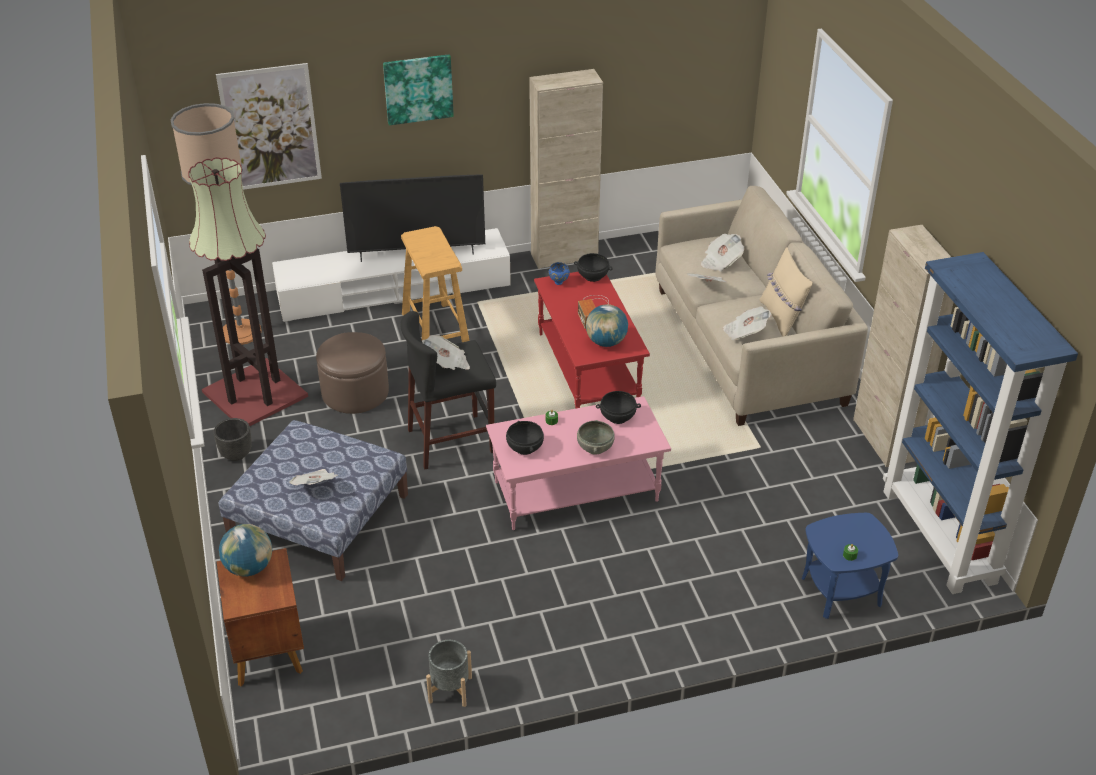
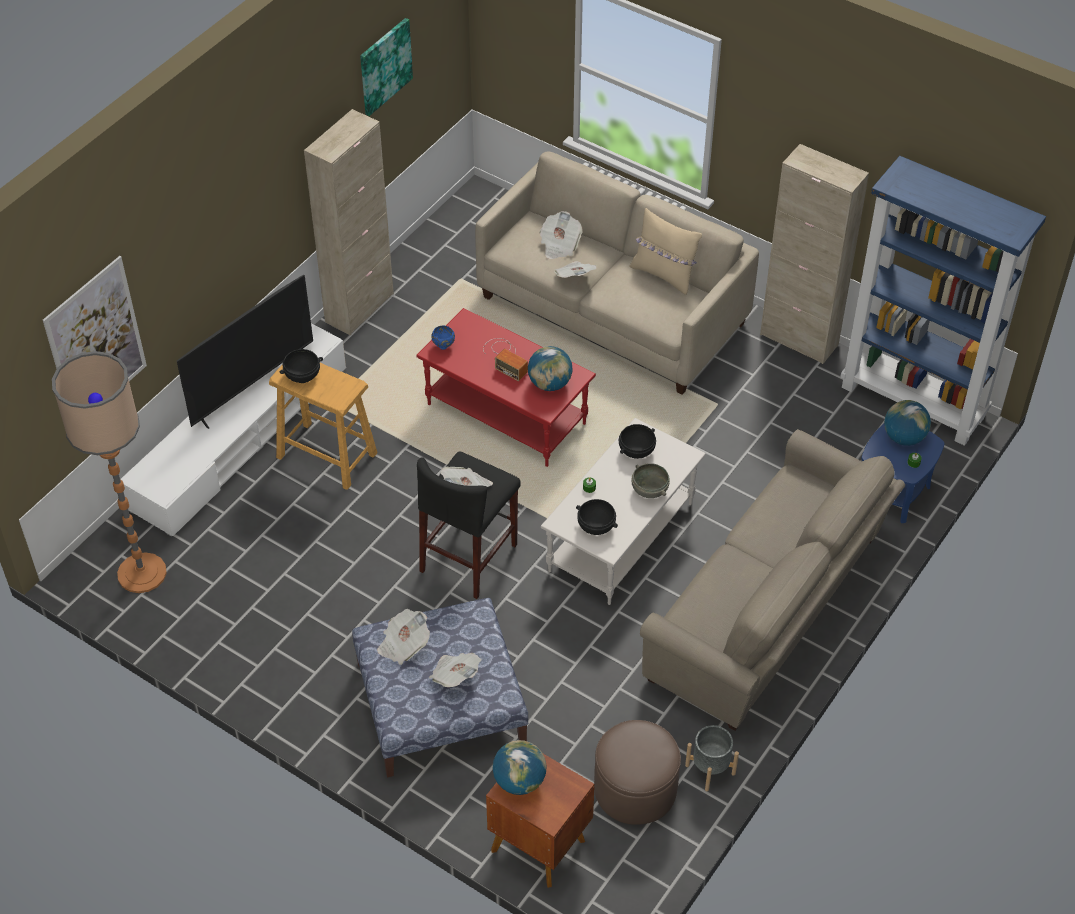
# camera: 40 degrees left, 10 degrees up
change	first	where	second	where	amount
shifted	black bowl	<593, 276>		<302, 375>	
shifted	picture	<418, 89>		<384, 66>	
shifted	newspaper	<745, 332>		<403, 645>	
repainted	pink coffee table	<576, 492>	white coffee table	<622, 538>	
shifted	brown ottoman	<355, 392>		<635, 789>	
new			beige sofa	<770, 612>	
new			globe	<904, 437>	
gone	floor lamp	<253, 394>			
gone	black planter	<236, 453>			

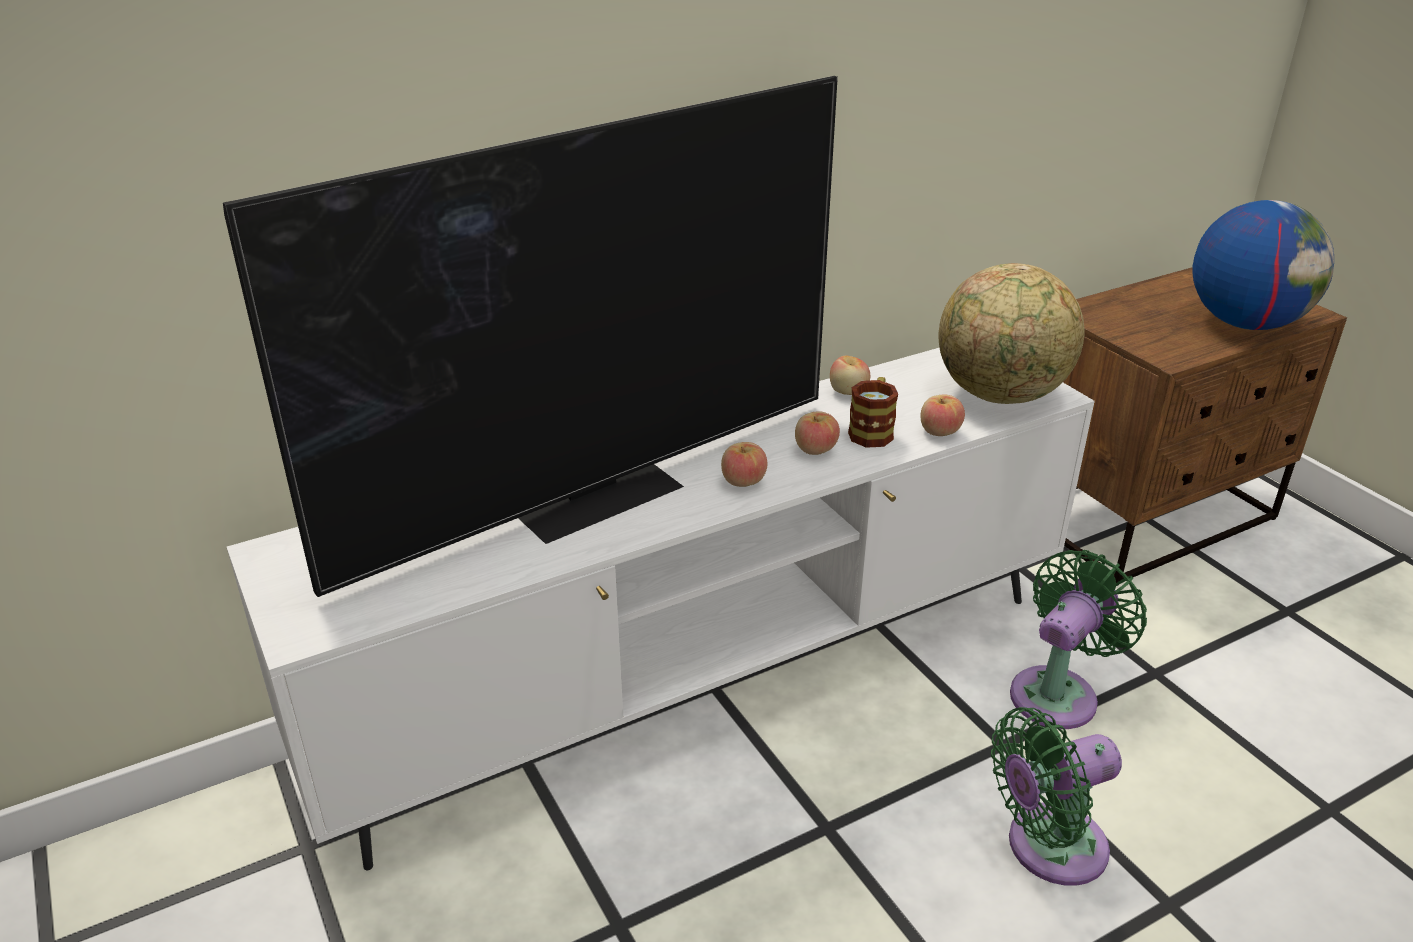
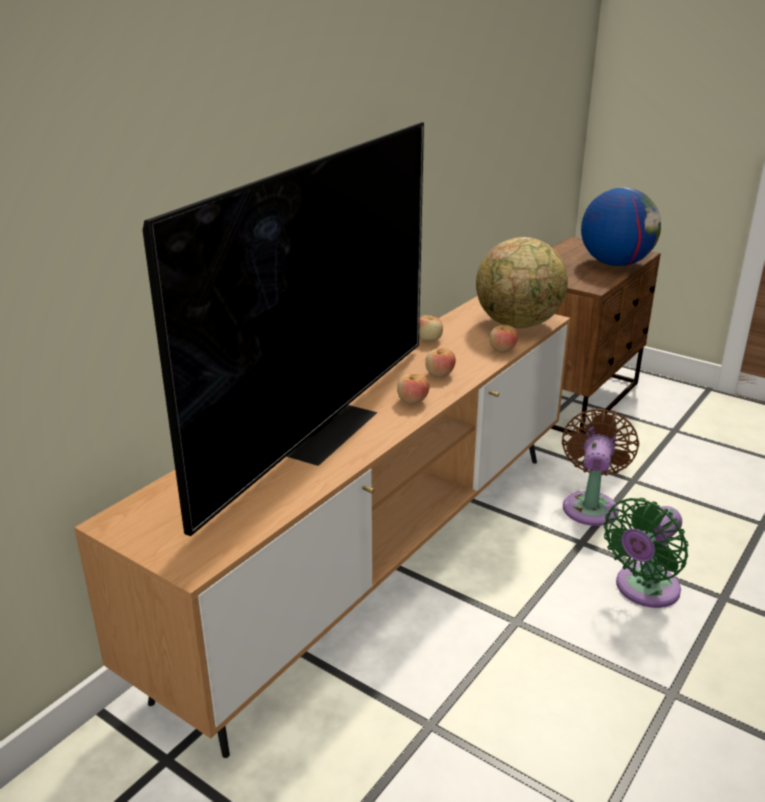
# camera: 25 degrees left, 5 degrees down
change	first	where	second	where	amount
repainted	white tv stand	<704, 682>	brown tv stand	<380, 561>	
repainted	green fan	<1058, 693>	brown fan	<591, 505>	
gone	mug	<872, 430>			

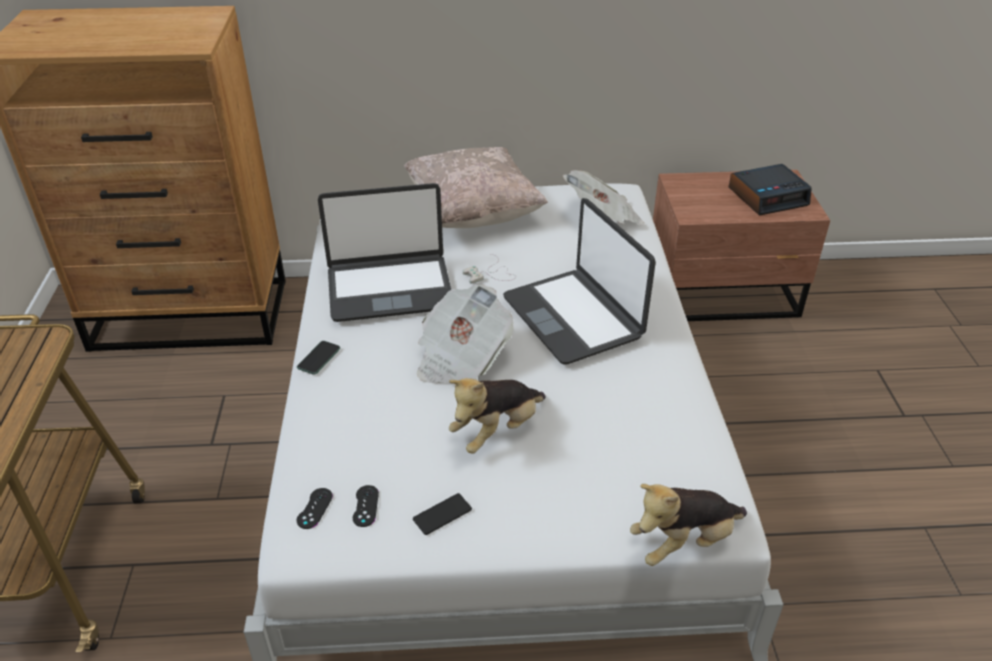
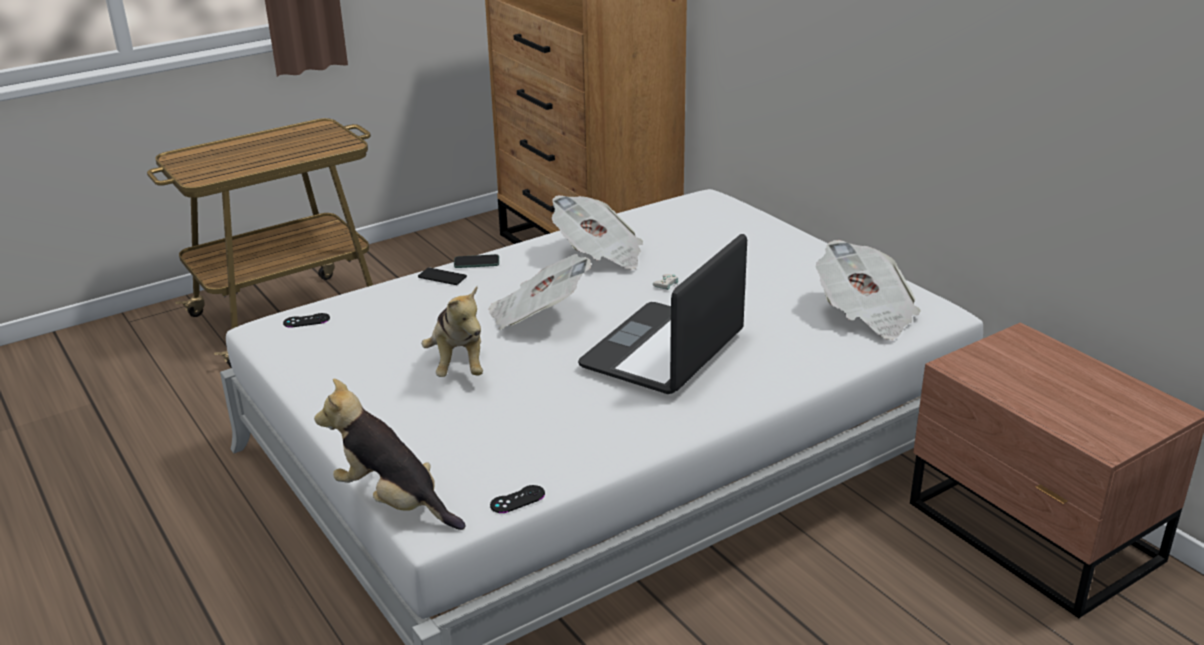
# camera: 60 degrees right, 10 degrees down
change	first	where	second	where	amount
shifted	phone	<442, 514>		<442, 277>	
rotated	plush toy	<497, 431>		<459, 364>	120 degrees counterclockwise
shifted	black game controller	<365, 506>		<517, 499>	
swapped	laptop	<389, 288>	newspaper	<599, 255>	
gone	beige pillow	<473, 213>			
gone	alarm clock	<768, 196>			

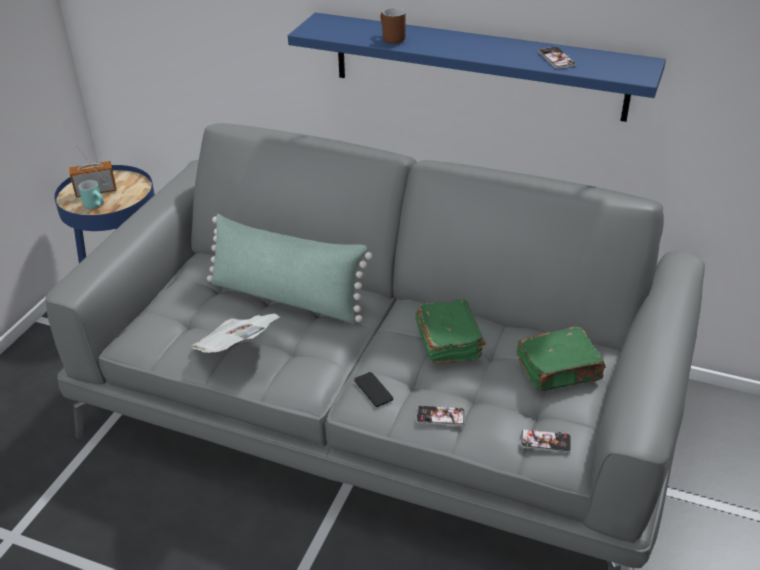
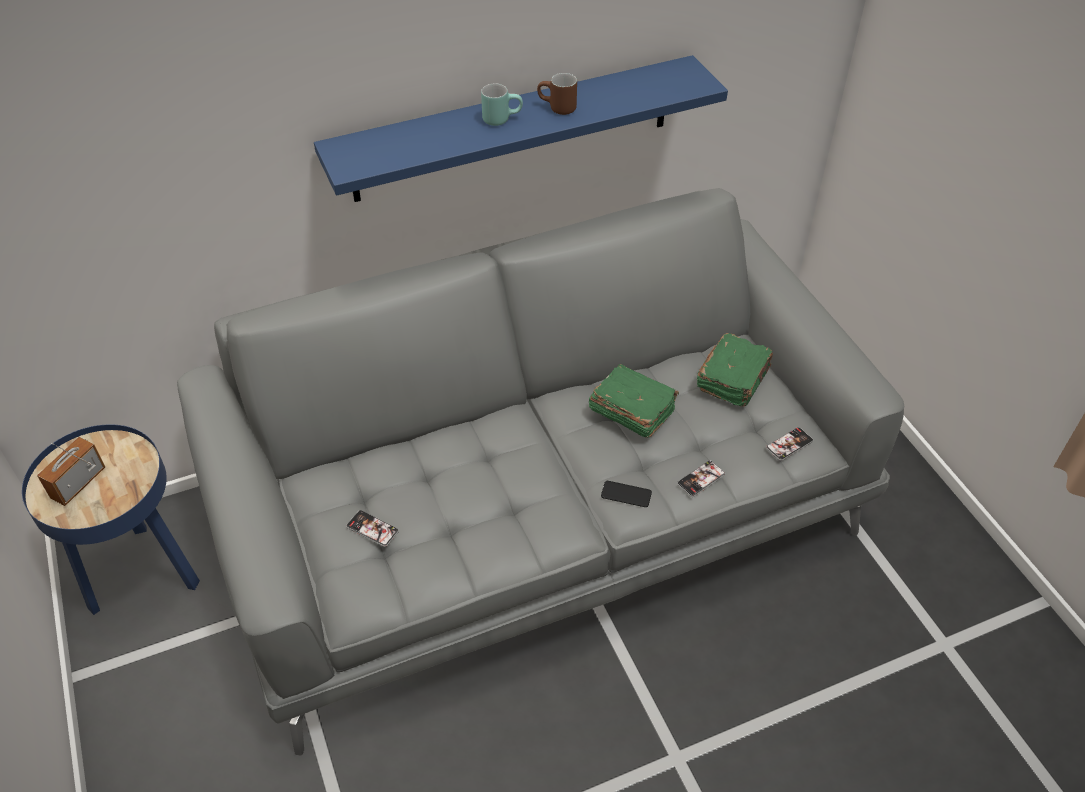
# camera: 45 degrees left, 10 degrees up
change	first	where	second	where	amount
shifted	phone	<556, 59>		<372, 529>	
shifted	turquoise mug	<97, 206>		<501, 118>	
shifted	brown mug	<389, 38>		<556, 109>	
gone	newspaper	<238, 349>			
gone	green pillow	<286, 298>			

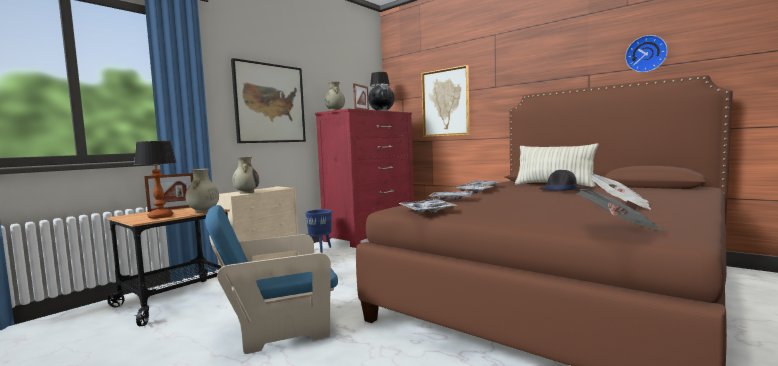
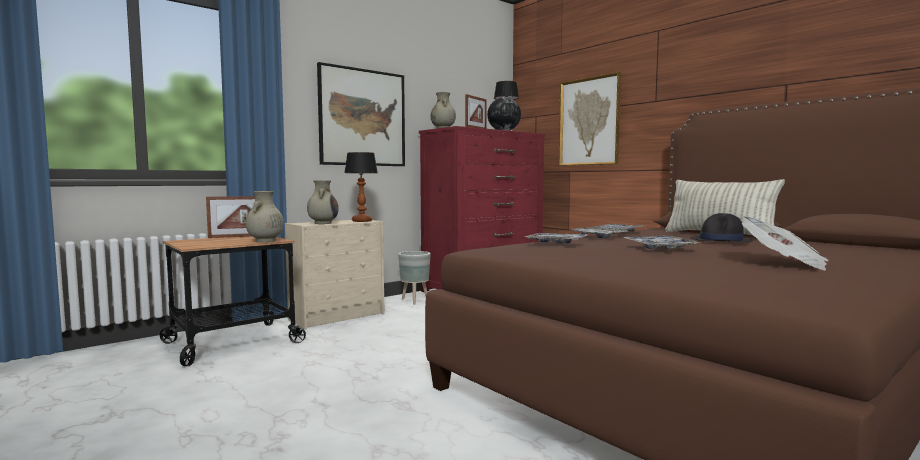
# camera: 10 degrees right, 0 degrees up
change	first	where	second	where	amount
shifted	table lamp	<161, 216>		<362, 221>	
repainted	blue planter	<321, 249>	grey planter	<415, 301>	
shifted	tray	<427, 211>		<659, 248>	
gone	blue armchair	<277, 329>			
gone	newspaper	<619, 230>			
gone	wall clock	<646, 54>			

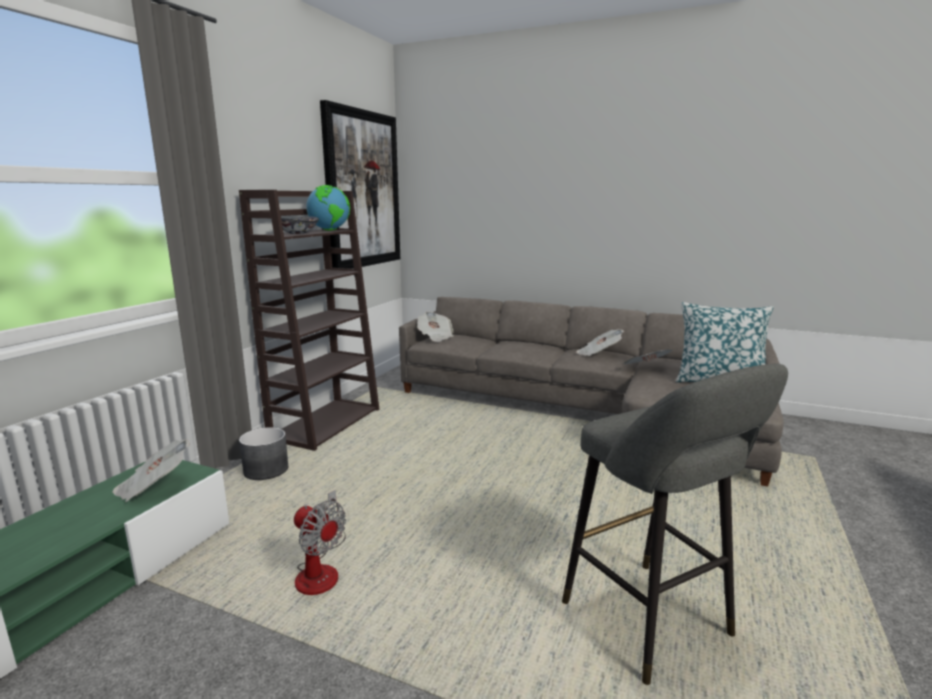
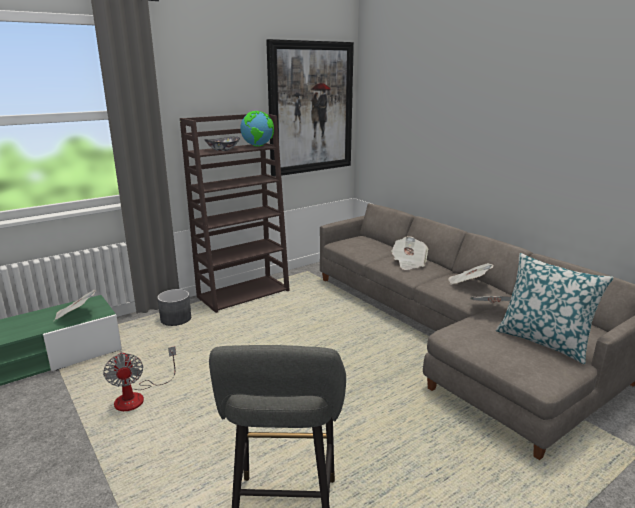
# camera: 30 degrees right, 5 degrees up
change	first	where	second	where	amount
shifted	newspaper	<435, 337>		<408, 263>	

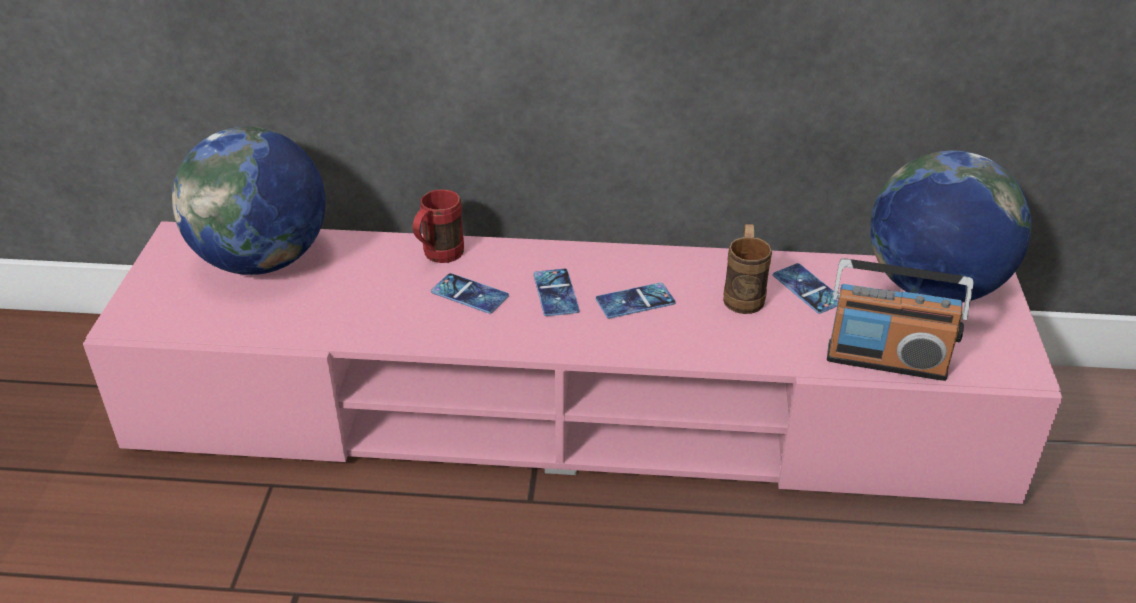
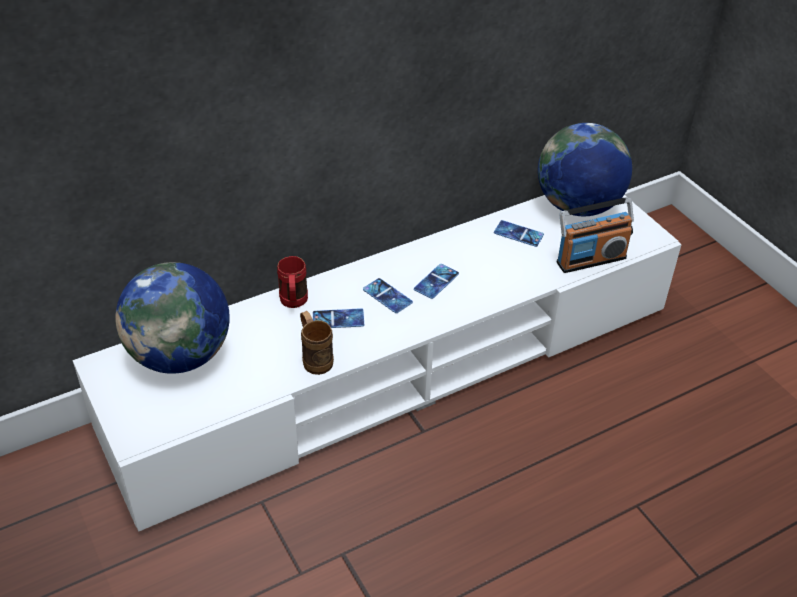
# camera: 35 degrees left, 5 degrees up
change	first	where	second	where	amount
repainted	pink tv stand	<570, 411>	white tv stand	<398, 367>	
shifted	brown mug	<743, 294>		<315, 358>	

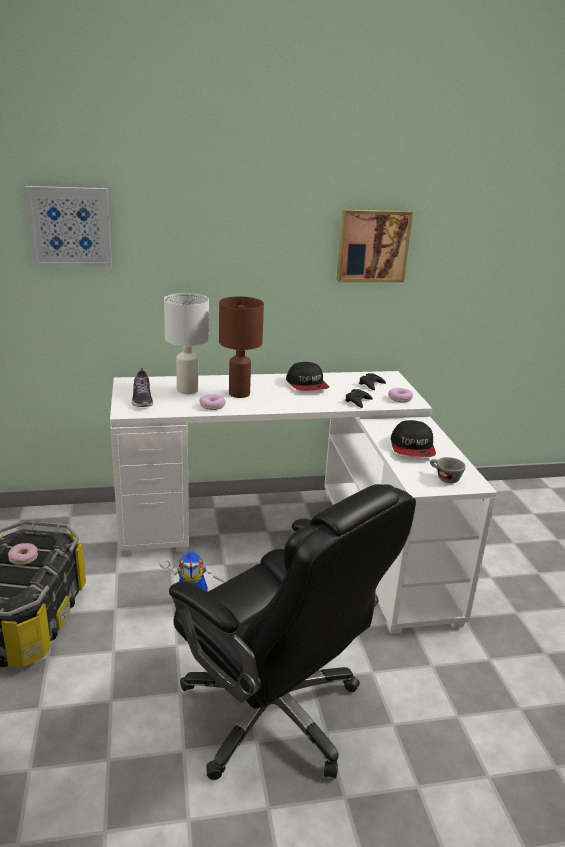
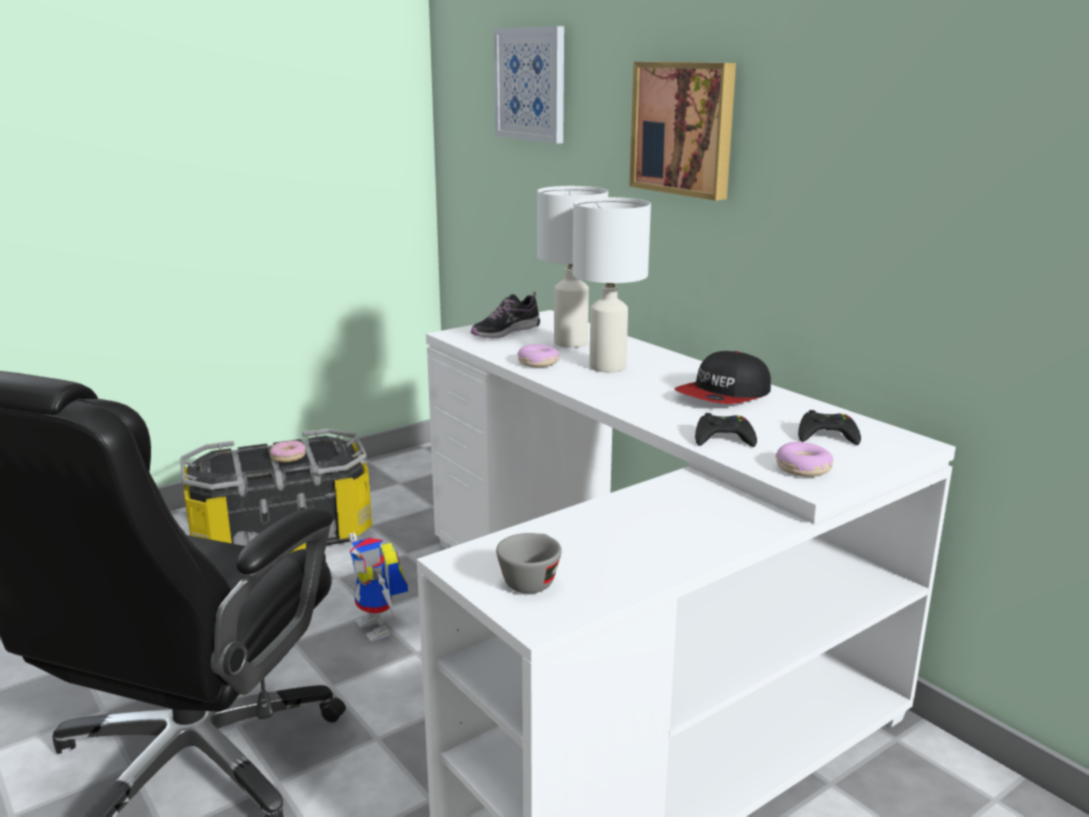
# camera: 65 degrees right, 5 degrees down
change	first	where	second	where	amount
repainted	brown table lamp	<240, 393>	white table lamp	<608, 367>	
shifted	picture	<372, 245>		<684, 128>	
gone	cap	<412, 448>			

